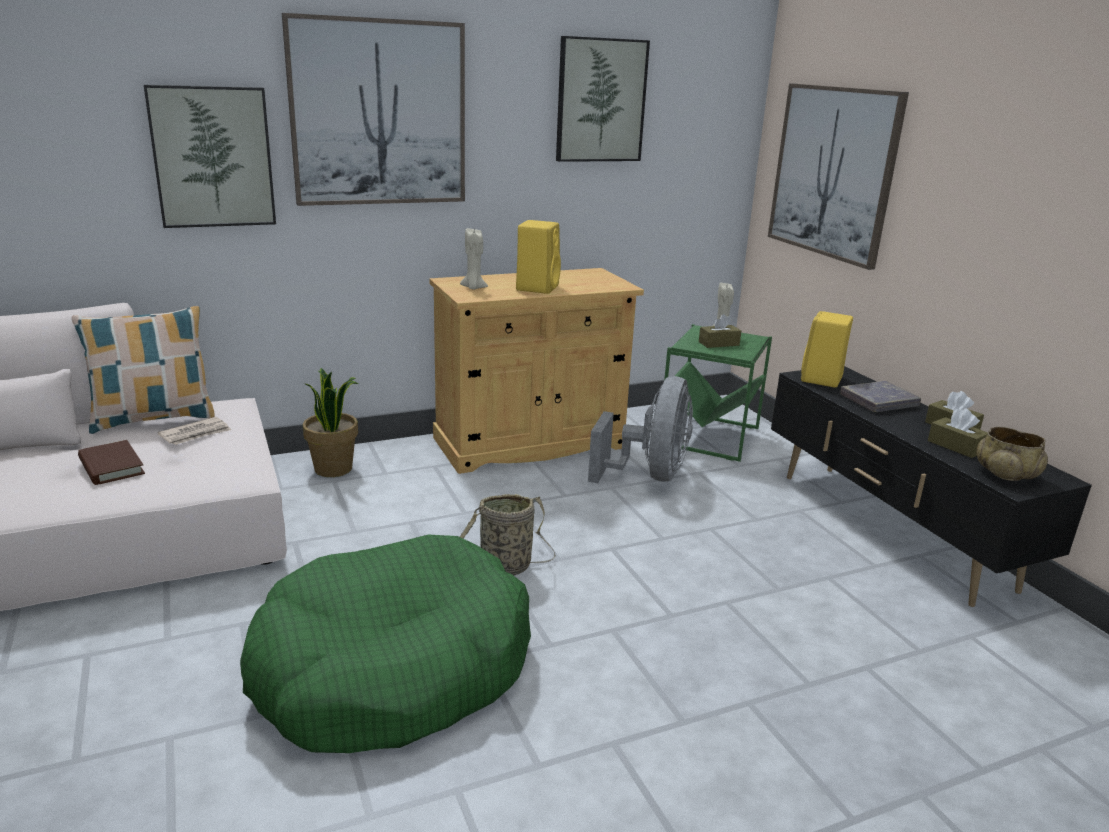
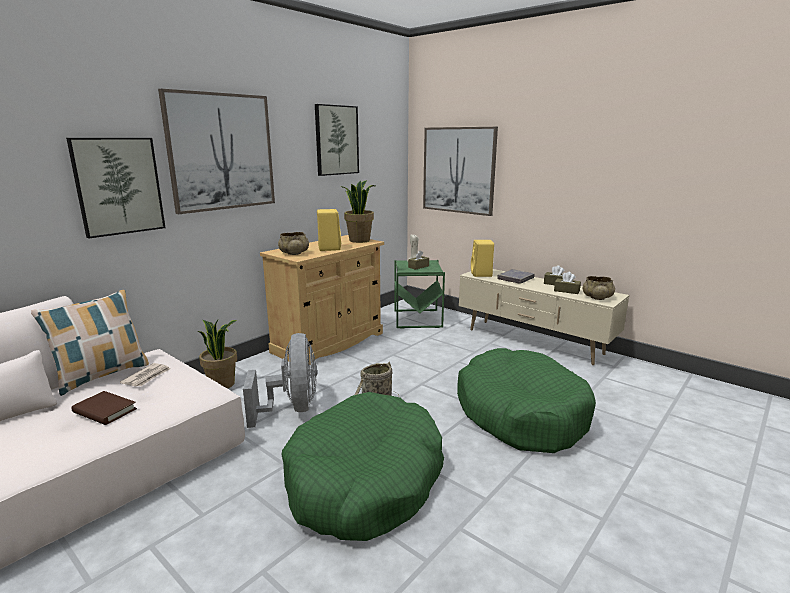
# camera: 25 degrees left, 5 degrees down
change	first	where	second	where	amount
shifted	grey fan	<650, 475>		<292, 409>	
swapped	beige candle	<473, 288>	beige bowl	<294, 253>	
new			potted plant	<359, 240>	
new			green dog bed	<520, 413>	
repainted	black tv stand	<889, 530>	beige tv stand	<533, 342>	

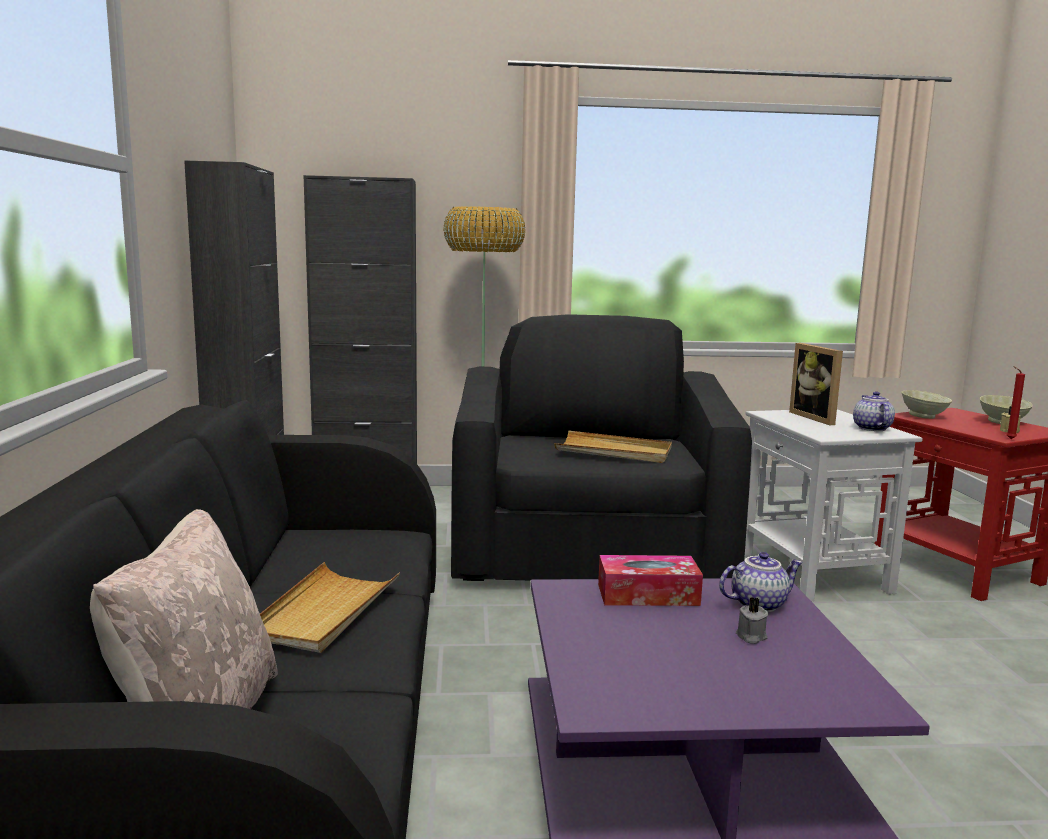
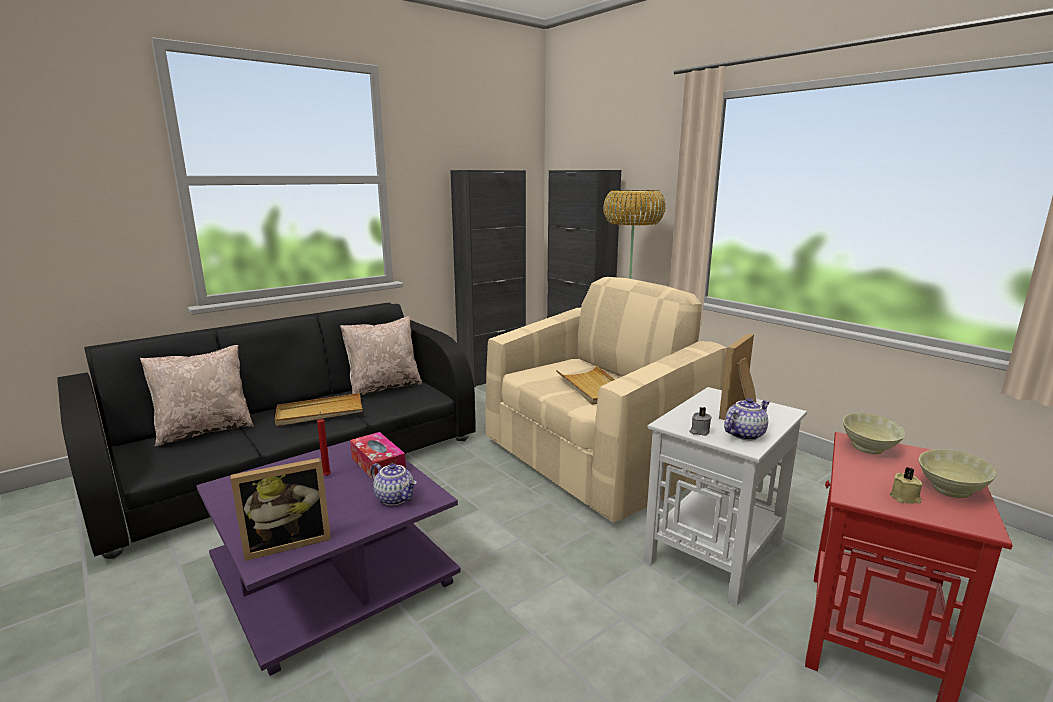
# camera: 55 degrees right, 5 degrees up
change	first	where	second	where	amount
new			picture frame	<288, 542>	
shifted	red candle	<1009, 439>		<327, 475>	
new			beige pillow	<384, 387>	
repainted	black armchair	<590, 557>	beige armchair	<592, 461>	
shifted	grey candle	<750, 636>		<699, 431>	

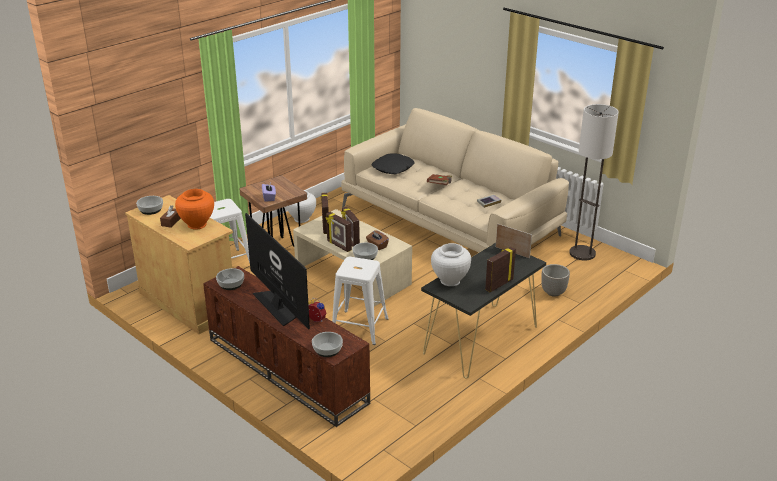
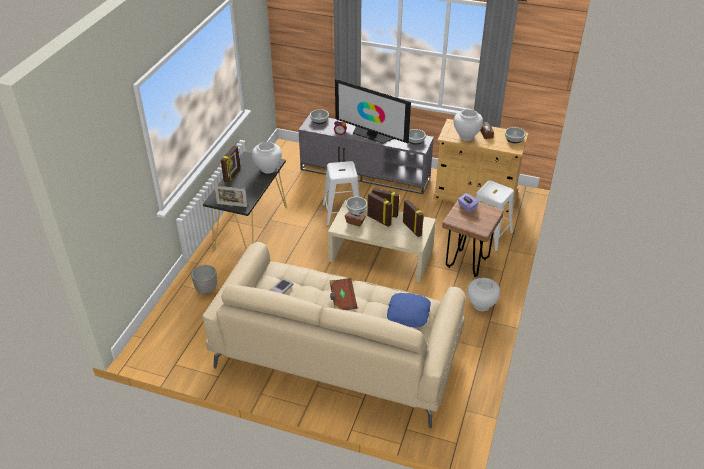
# camera: 155 degrees right, 10 degrees up
change	first	where	second	where	amount
repainted	brown tv stand	<285, 370>	grey tv stand	<366, 173>	
repainted	black pillow	<393, 168>	blue pillow	<408, 313>	
repainted	orange vase	<197, 224>	white vase	<466, 136>	
gone	floor lamp	<582, 253>			

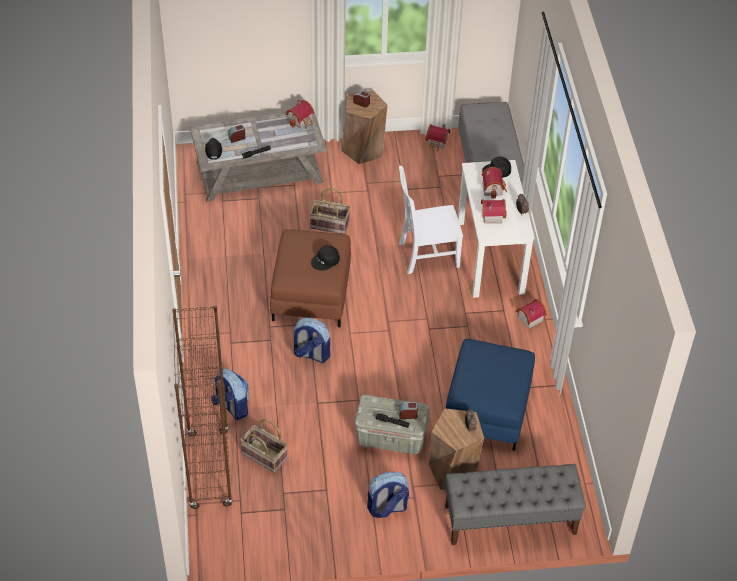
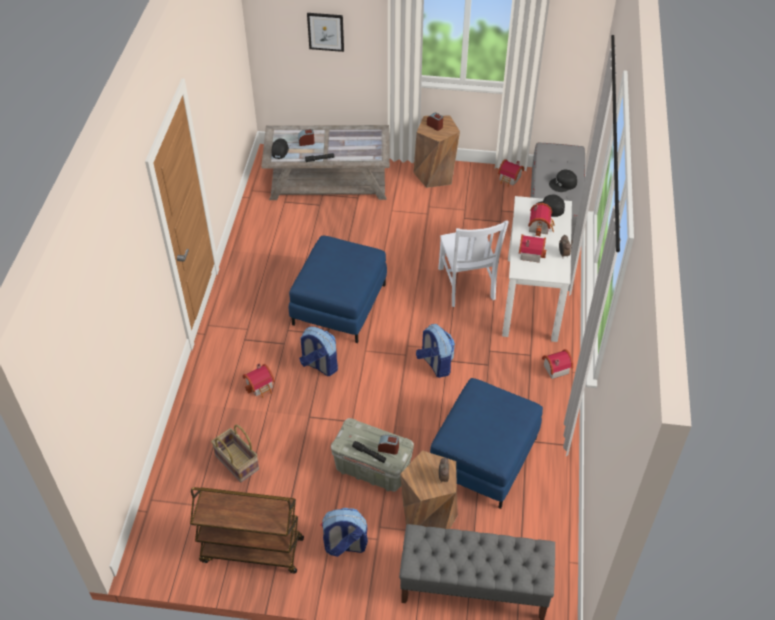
# camera: 15 degrees right, 0 degrees up
change	first	where	second	where	amount
new			brown cart	<251, 550>	
shifted	toy house	<301, 120>		<261, 386>	
repainted	brown ottoman	<311, 293>	blue ottoman	<339, 304>	
new			picture	<325, 31>	
shifted	backpack	<231, 407>		<435, 364>	
rotated	white chair	<426, 255>		<467, 285>	105 degrees counterclockwise
shifted	black cap	<325, 260>		<563, 184>	
gone	brown bookcase	<209, 469>			
gone	basket	<330, 224>			

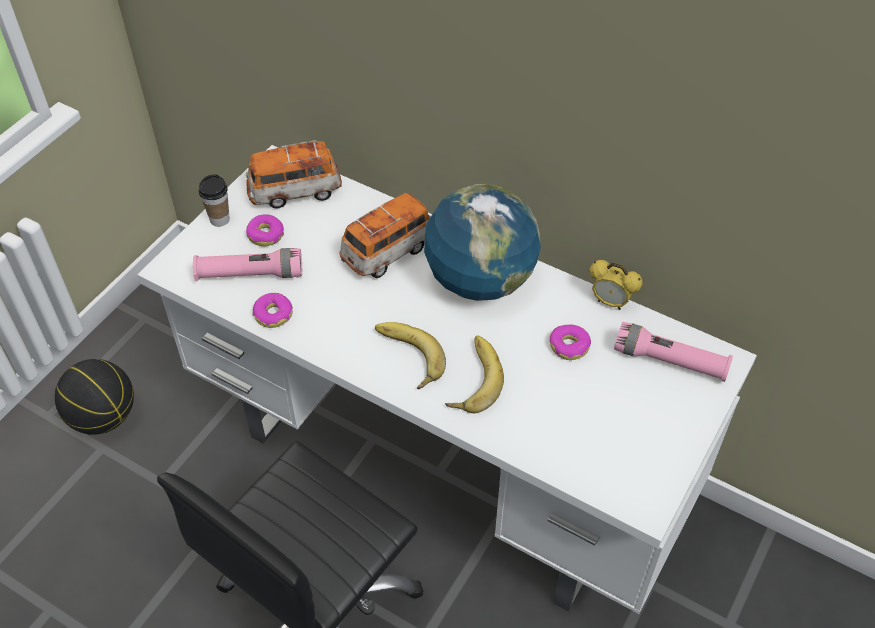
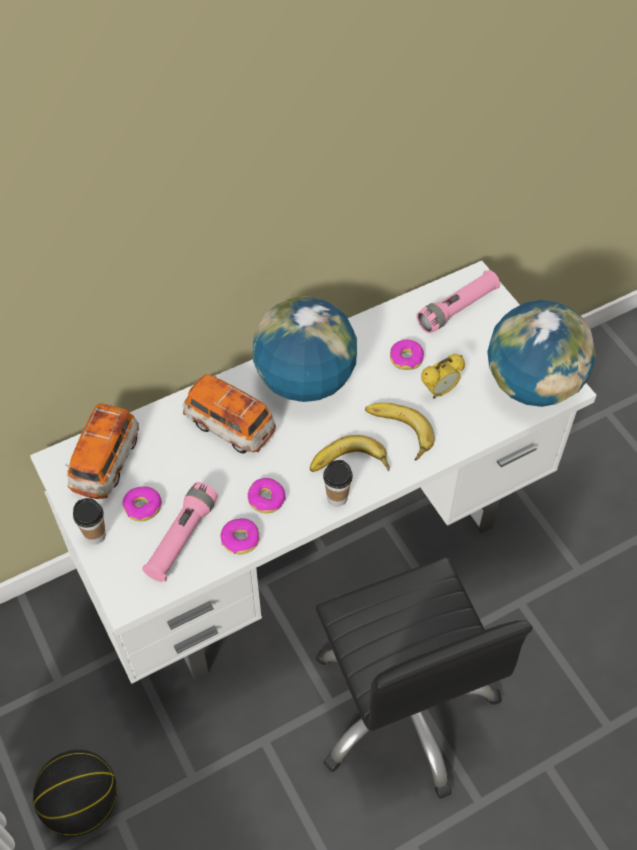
# camera: 60 degrees left, 5 degrees up
change	first	where	second	where	amount
rotated	toy car	<388, 251>		<229, 426>	45 degrees counterclockwise
new			donut	<266, 499>	
new			cup	<337, 498>	
shifted	alarm clock	<610, 302>		<439, 391>	
new			globe	<532, 384>	

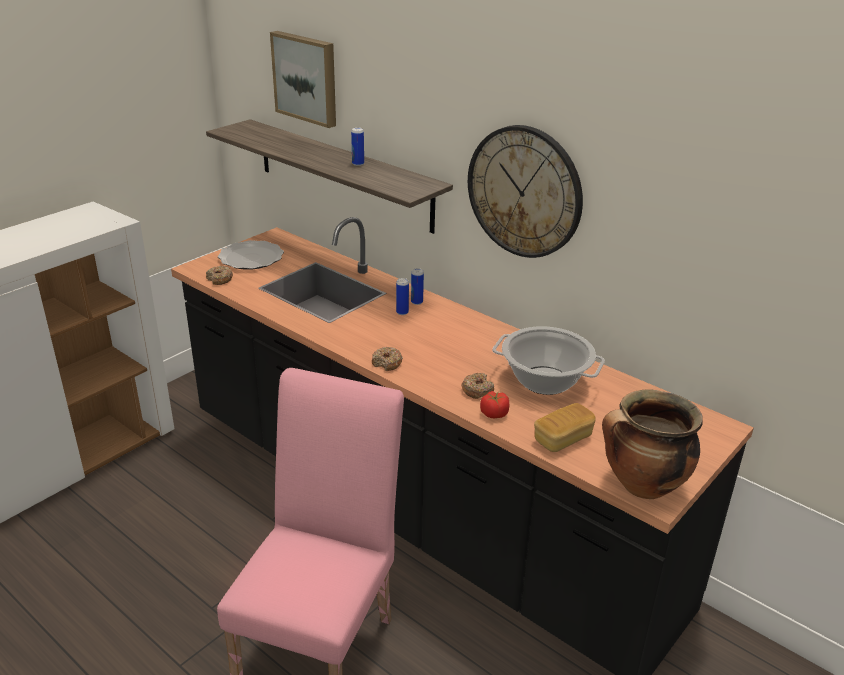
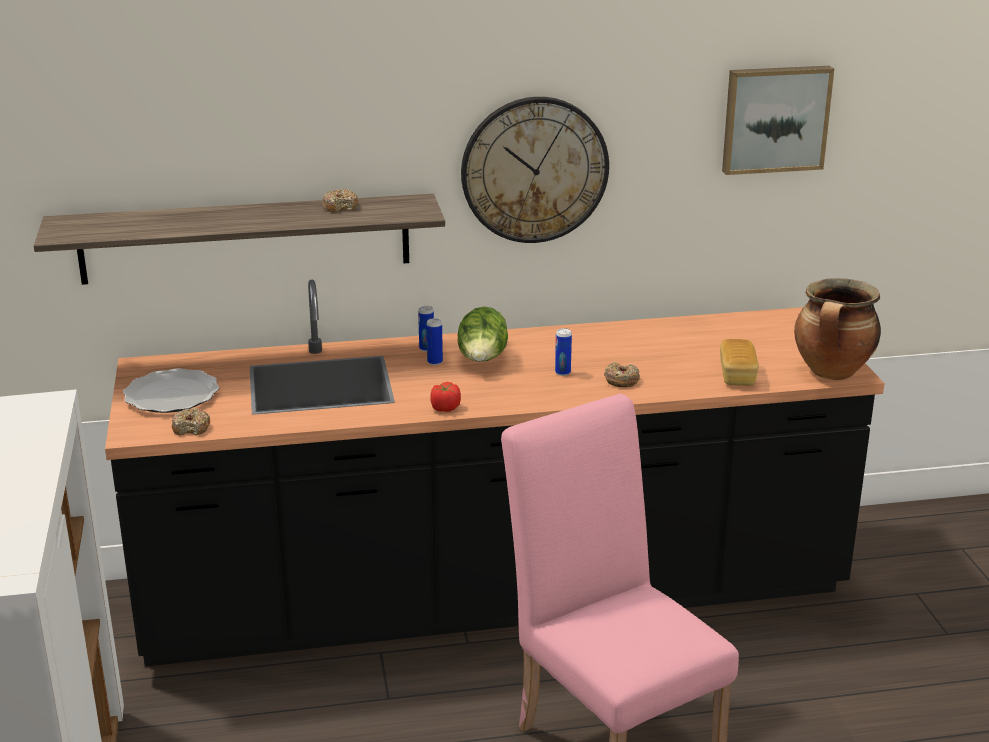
# camera: 50 degrees left, 5 degrees down
change	first	where	second	where	amount
shifted	donut	<387, 363>		<340, 207>	
shifted	tomato	<494, 414>		<445, 408>	
new			lettuce	<482, 361>	
shifted	can	<358, 164>		<562, 372>	
shifted	picture	<306, 78>		<775, 118>	
gone	cooking pot	<544, 381>			

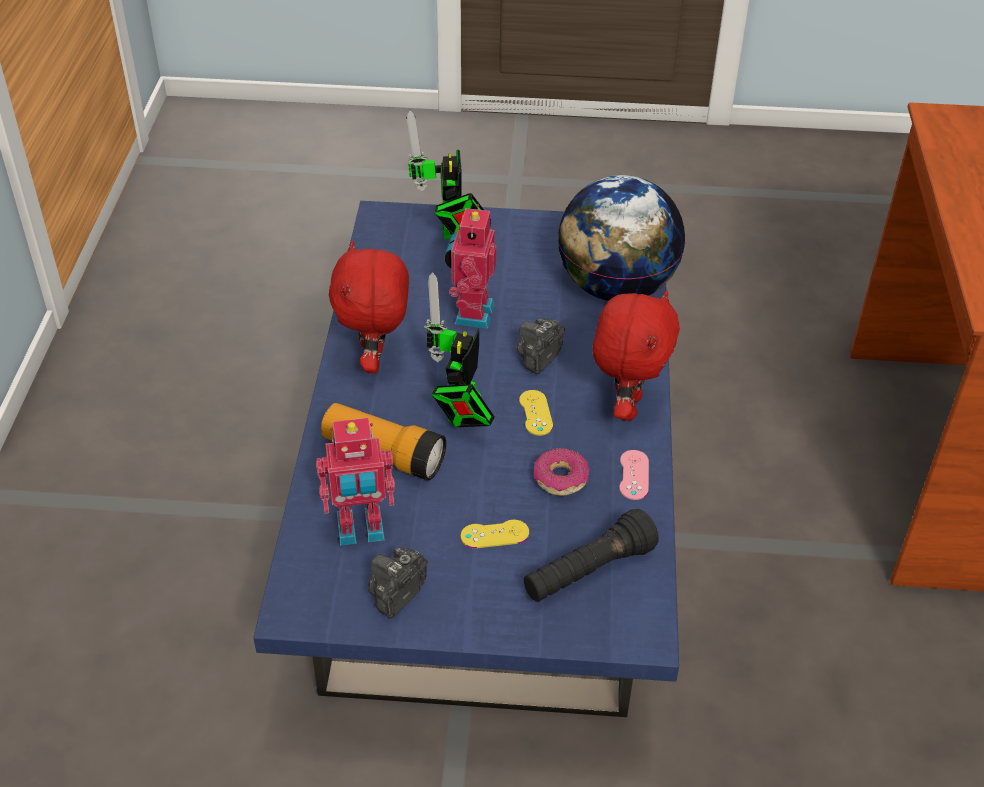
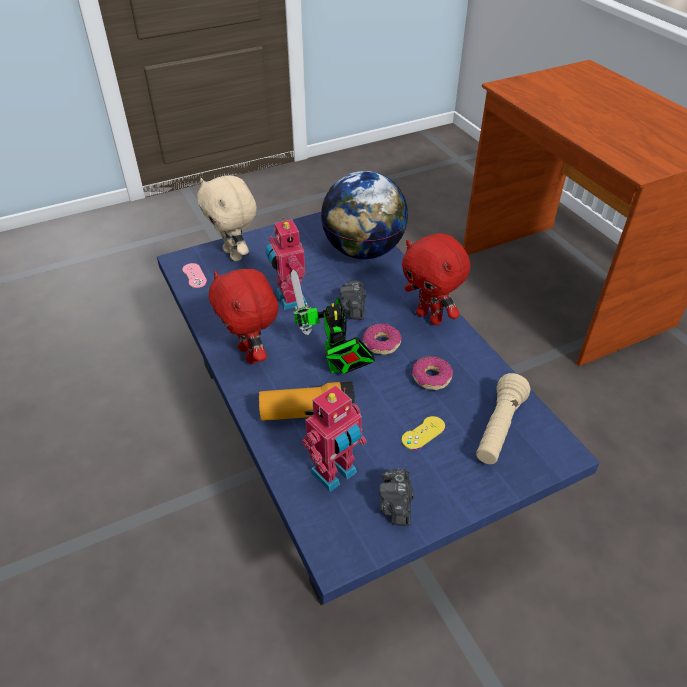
# camera: 30 degrees left, 0 degrees up
change	first	where	second	where	amount
shifted	pink game controller	<634, 475>		<194, 275>	
swapped	toy robot	<451, 232>	beige plush toy	<234, 254>	
swapped	yellow game controller	<535, 413>	donut	<381, 344>	
rotated	red plush toy	<626, 406>		<430, 317>	150 degrees clockwise
repainted	black flashlight	<588, 572>	beige flashlight	<498, 429>	

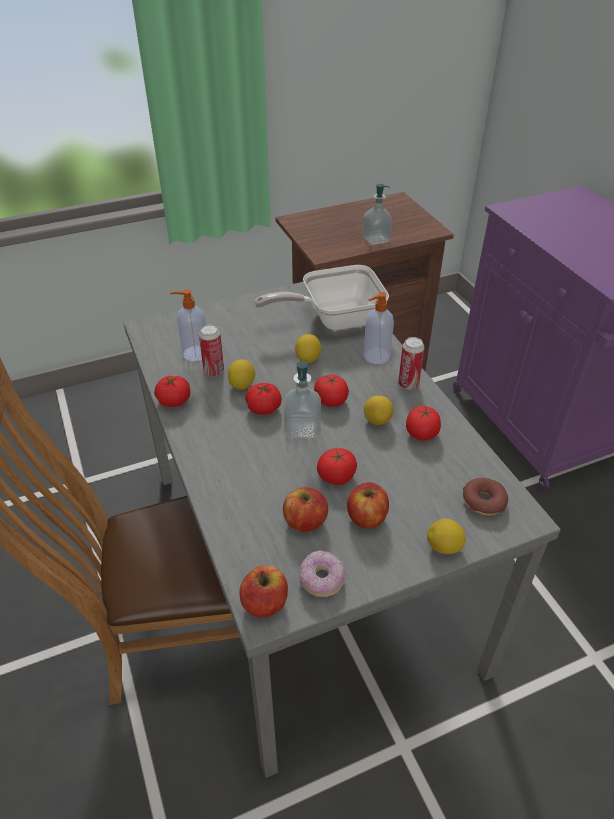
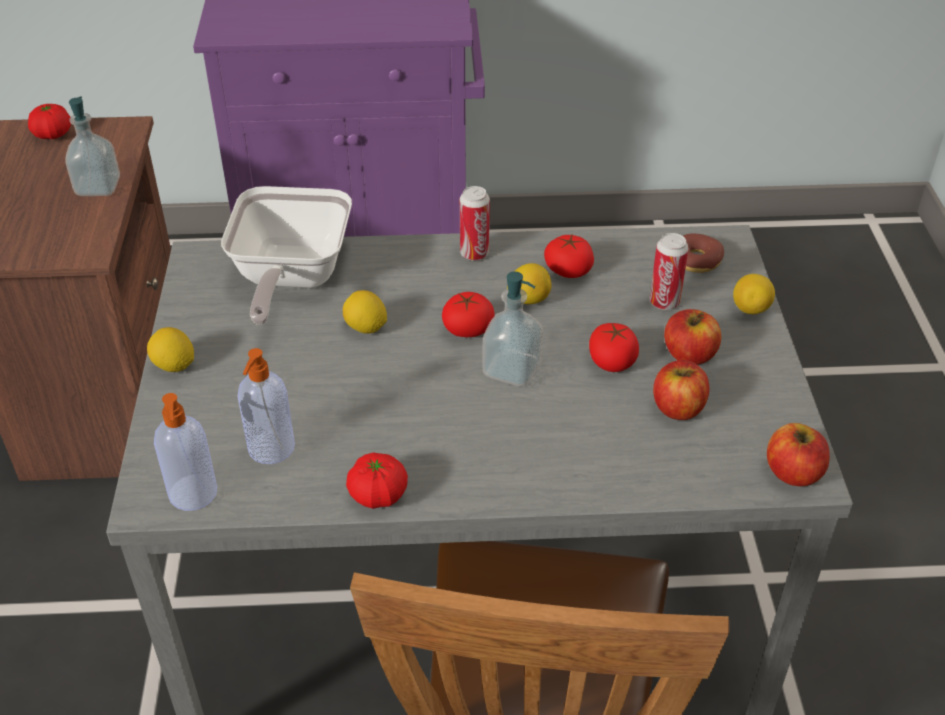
# camera: 70 degrees left, 0 degrees up
change	first	where	second	where	amount
shifted	tomato	<264, 408>		<53, 134>	
shifted	lemon	<242, 385>		<174, 366>	
shifted	soap dispenser	<375, 356>		<193, 494>	
shifted	can	<214, 371>		<664, 302>	
gone	donut	<321, 580>			

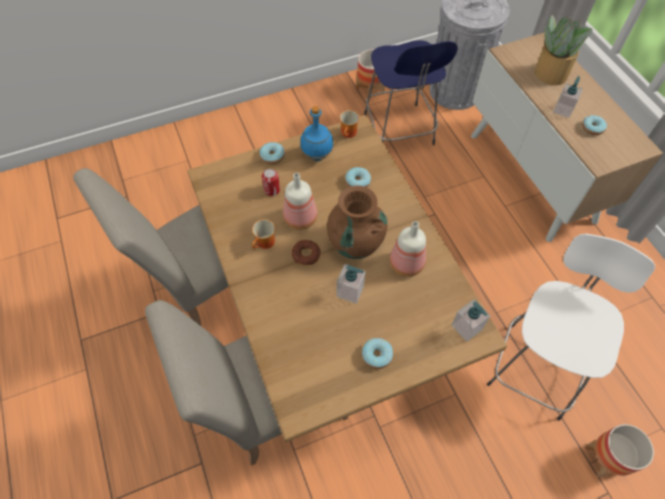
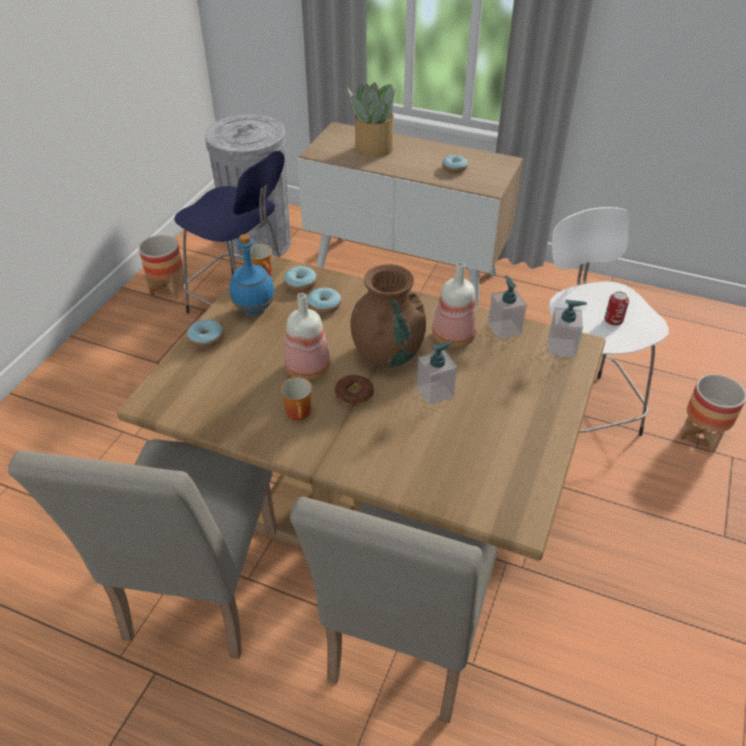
# camera: 45 degrees left, 15 degrees down
change	first	where	second	where	amount
shifted	donut	<376, 355>		<300, 284>	
shifted	soap dispenser	<563, 110>		<504, 328>	
shifted	can	<272, 190>		<613, 320>	

